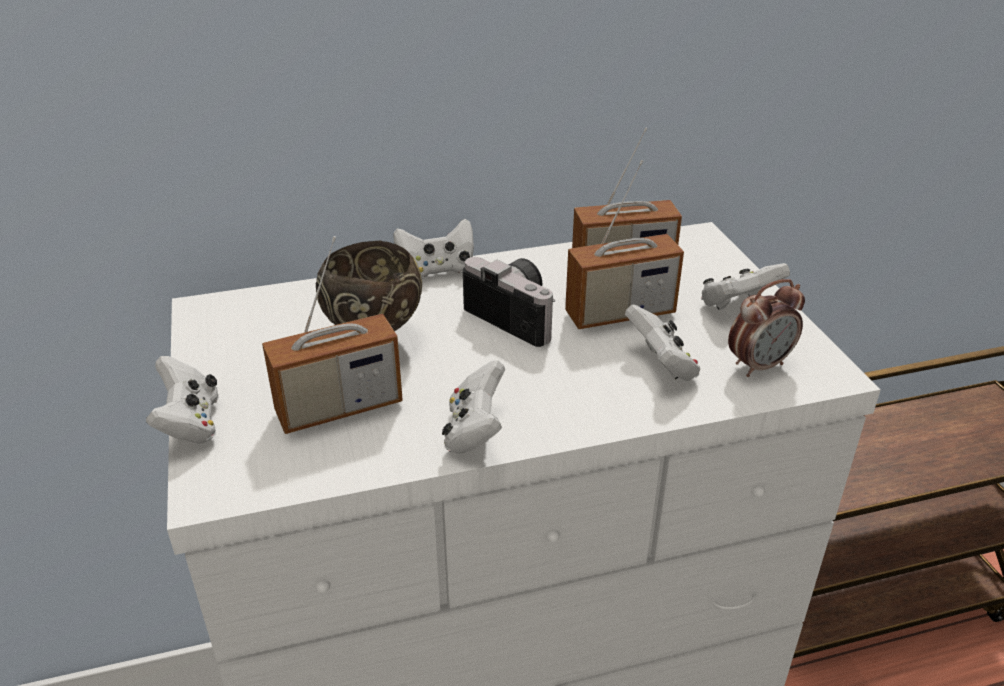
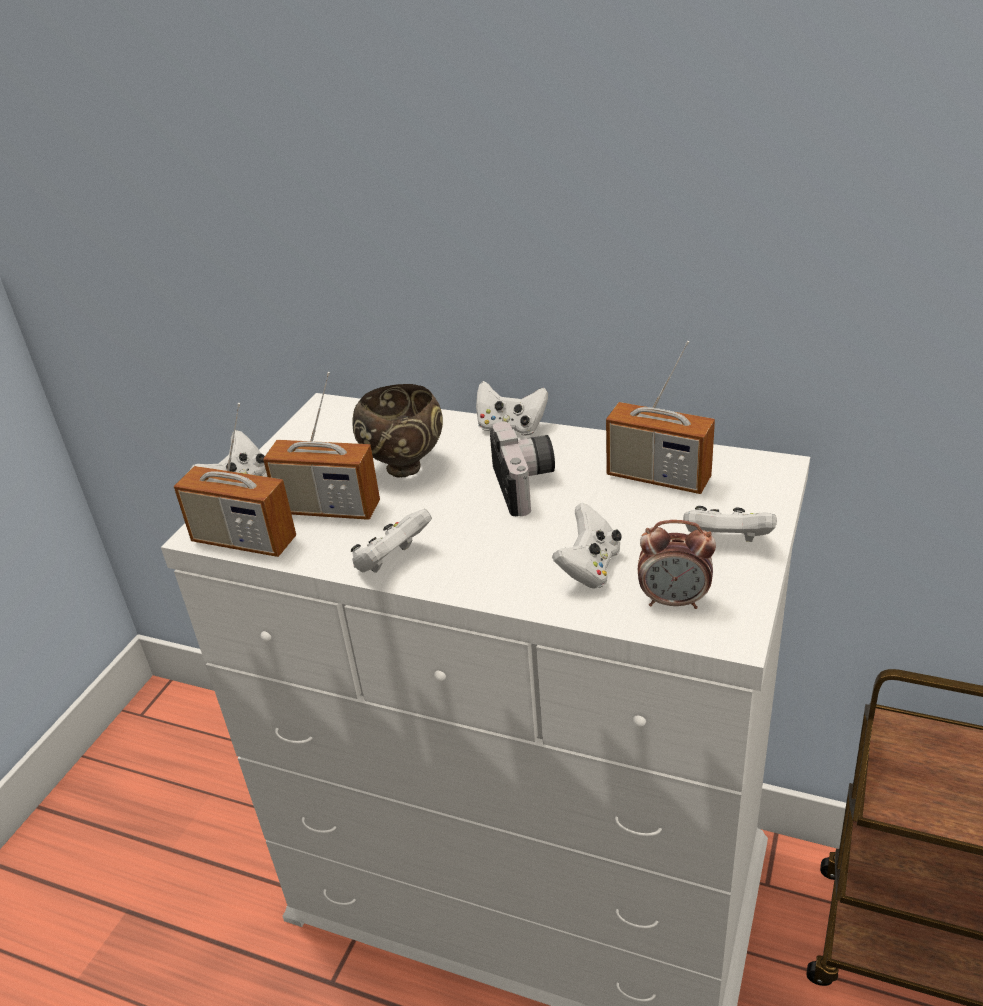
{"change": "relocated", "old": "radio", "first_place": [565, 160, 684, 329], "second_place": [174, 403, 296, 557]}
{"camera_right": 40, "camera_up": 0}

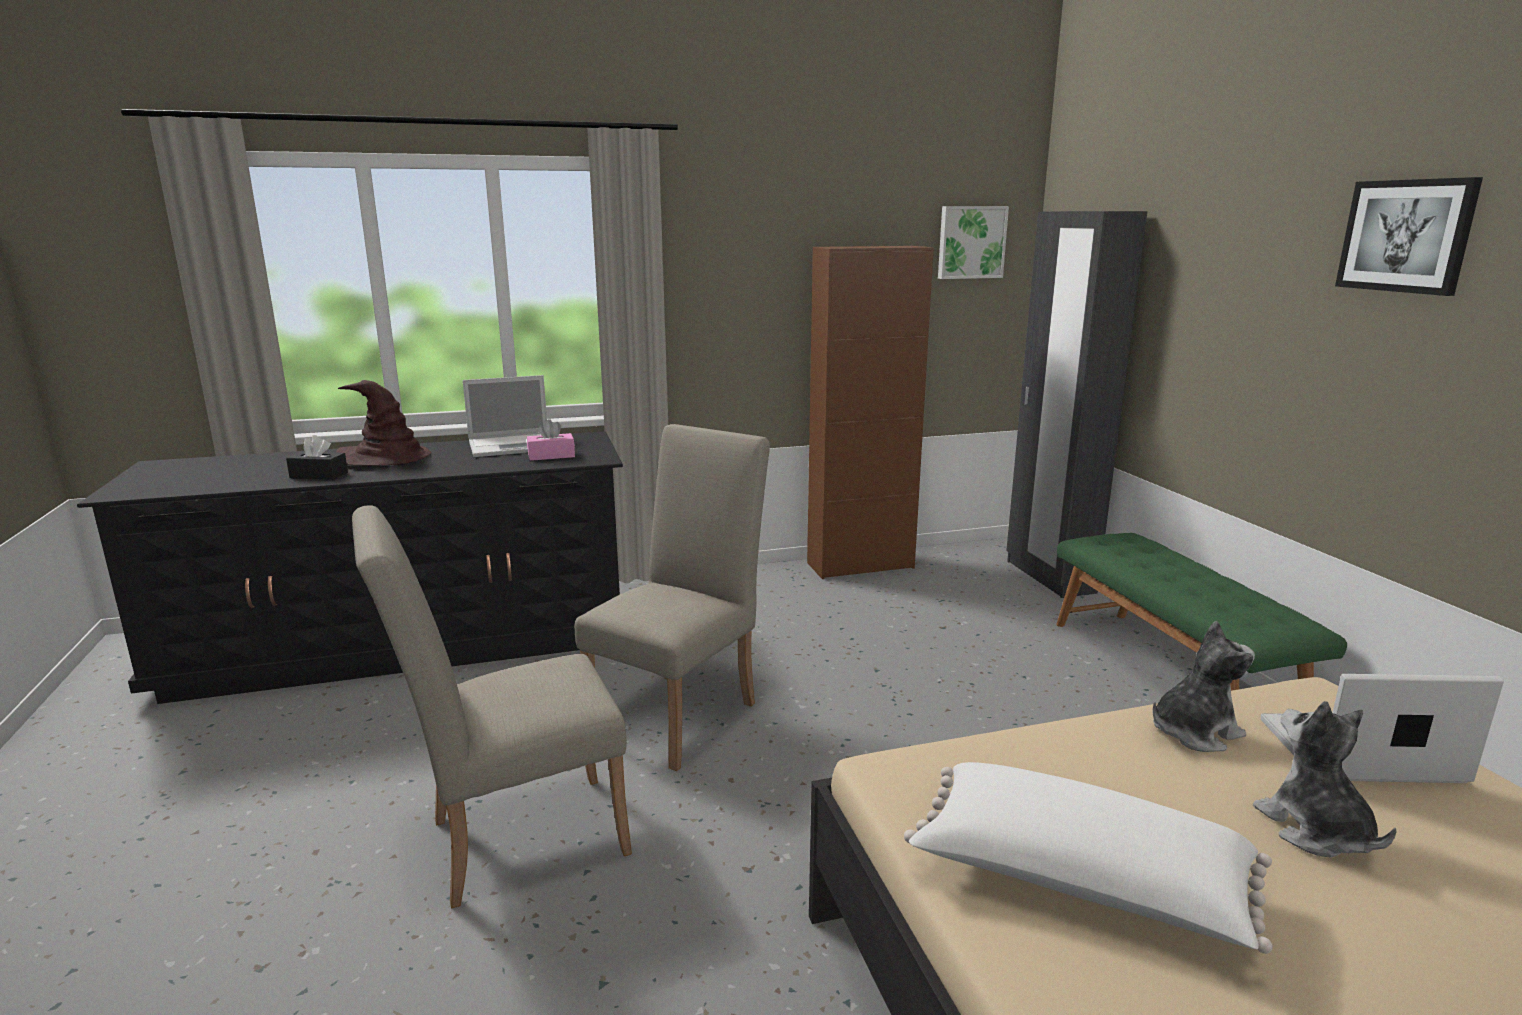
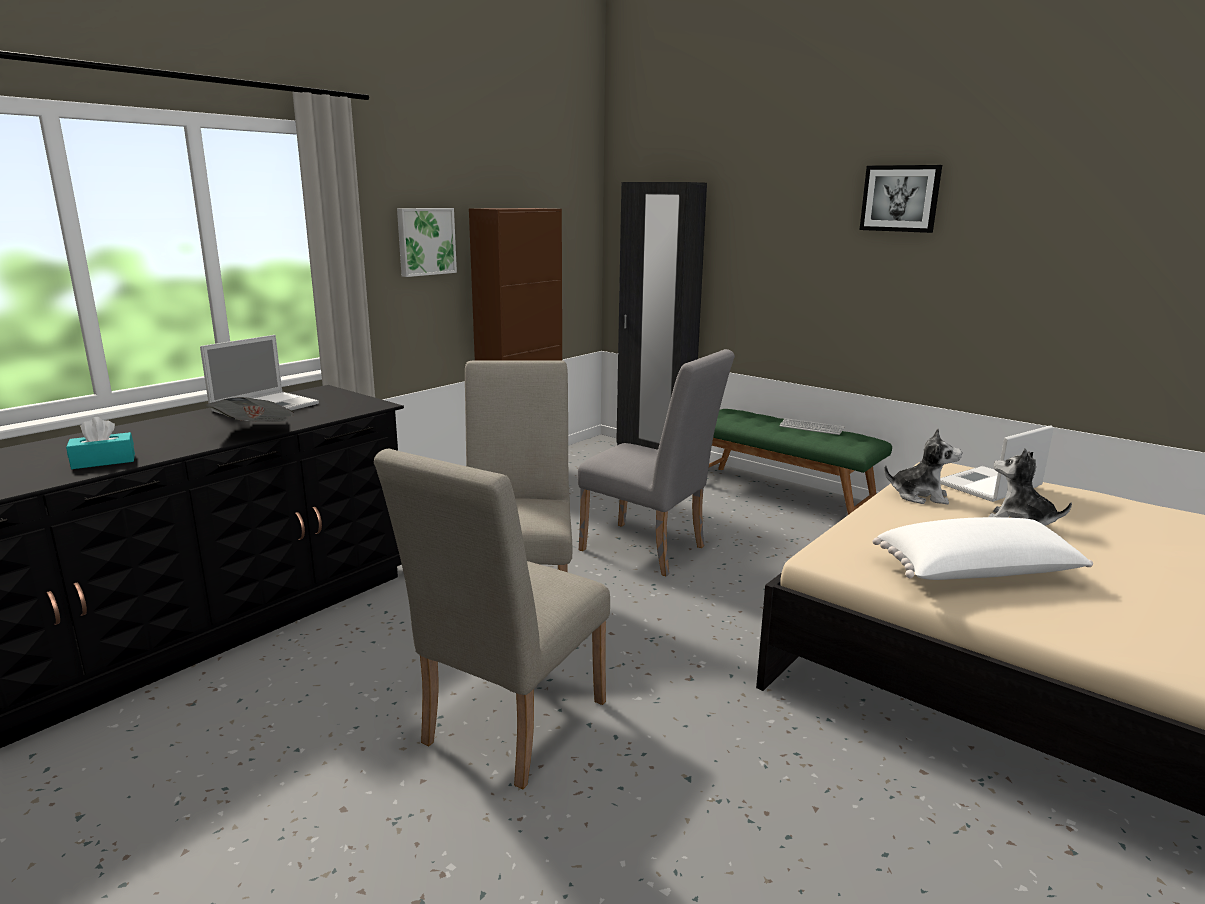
{"change": "colour", "old": "black tissue box", "new": "turquoise tissue box", "first_place": [286, 435, 348, 480], "second_place": [66, 417, 135, 469]}
{"change": "appeared", "new": "newspaper", "second_place": [205, 397, 294, 422]}
{"change": "relocated", "old": "picture", "first_place": [938, 206, 1009, 279], "second_place": [397, 208, 457, 277]}
{"change": "appeared", "new": "grey chair", "second_place": [578, 349, 735, 576]}
{"change": "appeared", "new": "keyboard", "second_place": [779, 418, 844, 435]}
{"change": "spun", "old": "plush toy", "first_place": [1153, 621, 1255, 752], "second_place": [884, 428, 962, 505], "degrees": 75}
{"change": "missing", "old": "brown hat", "first_place": [337, 380, 431, 466]}
{"change": "missing", "old": "pink tissue box", "first_place": [527, 419, 575, 461]}
{"camera_right": -35, "camera_up": 0}

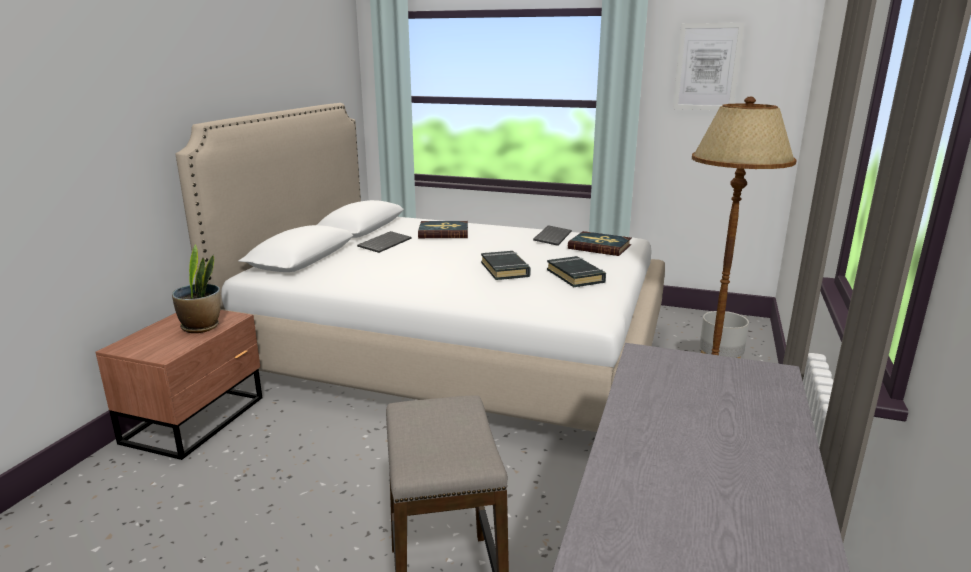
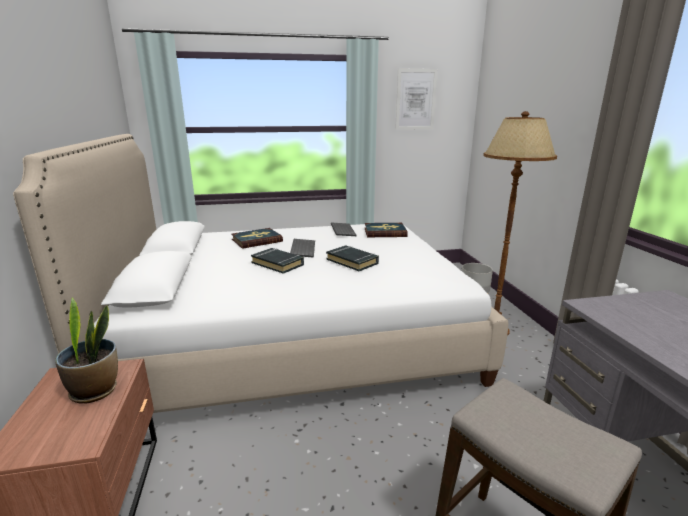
{"change": "relocated", "old": "black book", "first_place": [547, 256, 606, 287], "second_place": [251, 248, 304, 274]}
{"change": "relocated", "old": "keyboard", "first_place": [357, 231, 412, 253], "second_place": [290, 239, 315, 258]}
{"camera_right": -30, "camera_up": 0}

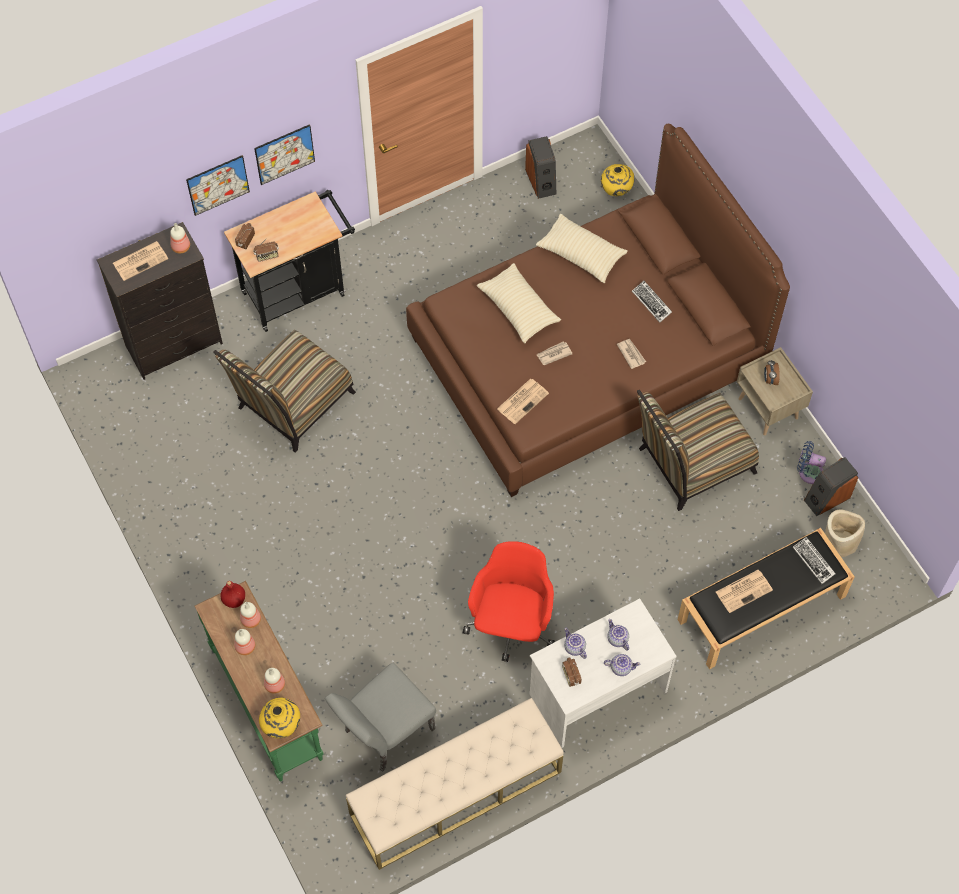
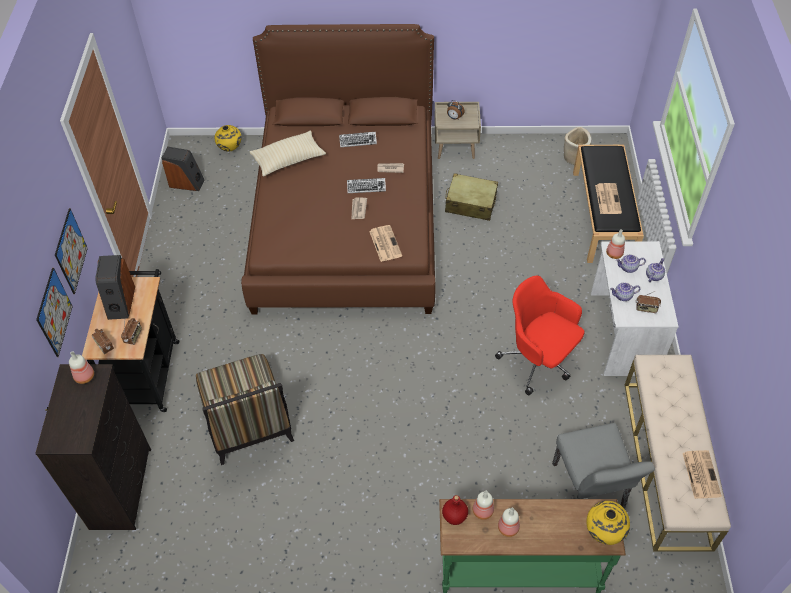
{"change": "relocated", "old": "speaker", "first_place": [804, 457, 858, 516], "second_place": [95, 255, 135, 320]}
{"change": "relocated", "old": "keyboard", "first_place": [793, 537, 836, 584], "second_place": [347, 178, 386, 193]}
{"change": "exchanged", "old": "chair", "new": "beige suitcase", "first_place": [637, 390, 759, 511], "second_place": [445, 173, 498, 221]}
{"change": "relocated", "old": "bottle", "first_place": [264, 668, 285, 694], "second_place": [606, 229, 625, 259]}
{"change": "relocated", "old": "newspaper", "first_place": [113, 241, 168, 281], "second_place": [683, 450, 722, 499]}
{"change": "missing", "old": "beige pillow", "first_place": [477, 263, 561, 343]}
{"change": "missing", "old": "blue fan", "first_place": [797, 441, 826, 484]}
{"camera_right": -60, "camera_up": -10}

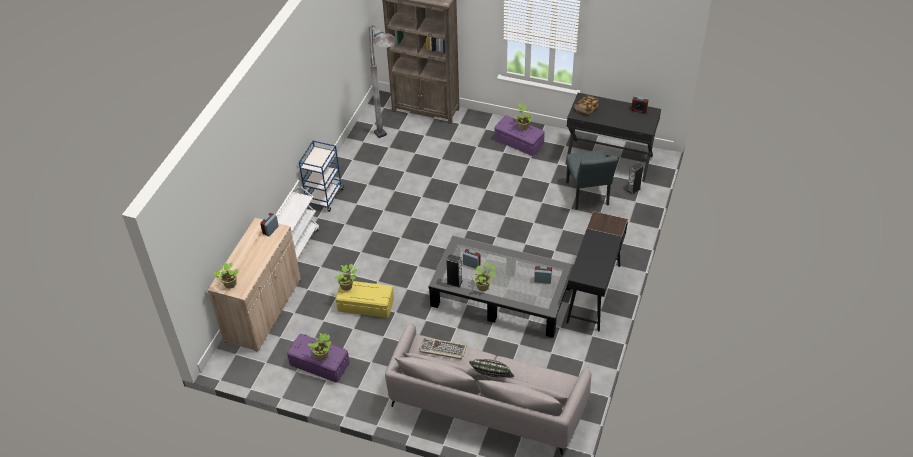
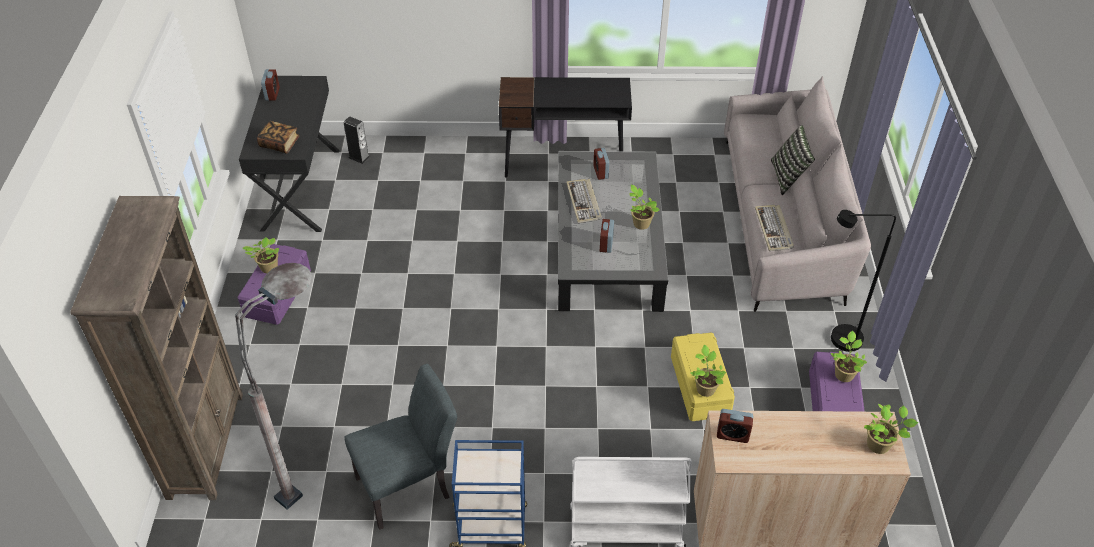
{"change": "relocated", "old": "grey chair", "first_place": [566, 150, 618, 209], "second_place": [344, 364, 457, 530]}
{"change": "appeared", "new": "keyboard", "second_place": [566, 179, 602, 223]}
{"change": "appeared", "new": "black floor lamp", "second_place": [831, 210, 896, 352]}
{"change": "missing", "old": "speaker", "first_place": [446, 254, 463, 288]}
{"camera_right": -110, "camera_up": 0}

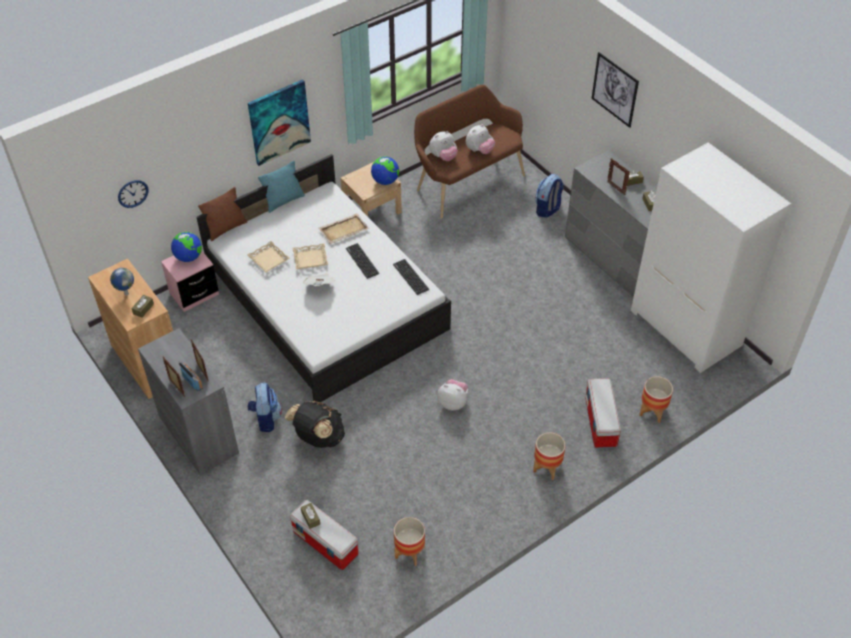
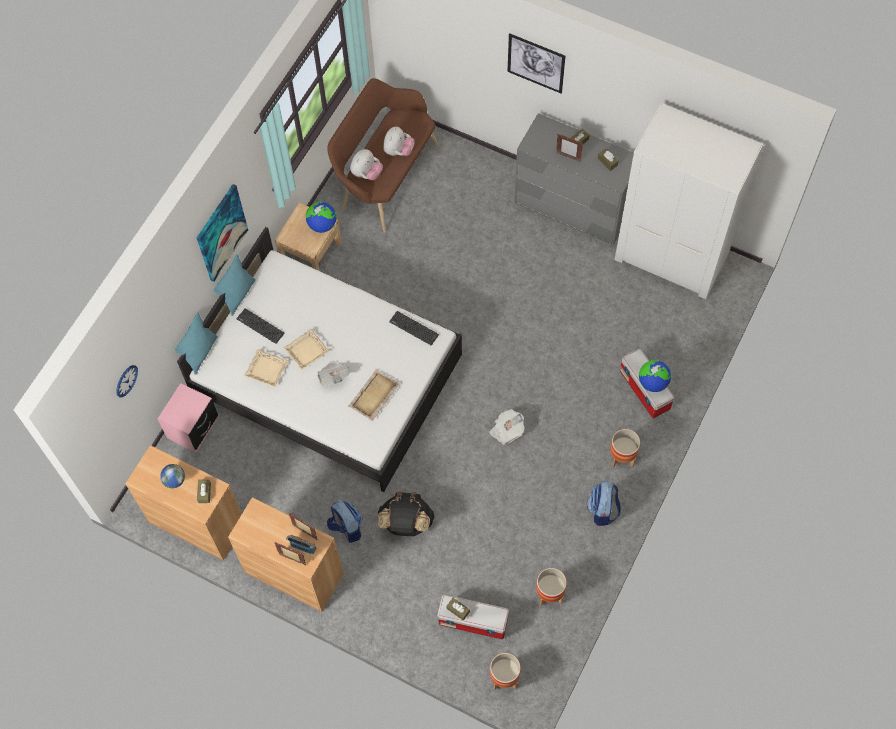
{"change": "colour", "old": "brown pillow", "new": "turquoise pillow", "first_place": [198, 187, 247, 241], "second_place": [175, 312, 218, 375]}
{"change": "colour", "old": "grey cabinet", "new": "brown cabinet", "first_place": [138, 328, 239, 475], "second_place": [228, 497, 344, 612]}
{"change": "relocated", "old": "keyboard", "first_place": [346, 243, 379, 279], "second_place": [236, 308, 285, 344]}
{"change": "relocated", "old": "beige tray", "first_place": [318, 213, 369, 244], "second_place": [348, 369, 400, 421]}
{"change": "exchanged", "old": "plush toy", "new": "newspaper", "first_place": [437, 379, 468, 411], "second_place": [490, 409, 525, 445]}
{"change": "relocated", "old": "planter", "first_place": [639, 376, 673, 423], "second_place": [490, 653, 521, 690]}
{"change": "relocated", "old": "backpack", "first_place": [535, 174, 564, 218], "second_place": [587, 481, 620, 526]}
{"change": "relocated", "old": "globe", "first_place": [171, 232, 202, 262], "second_place": [639, 360, 671, 392]}
{"camera_right": -25, "camera_up": 15}

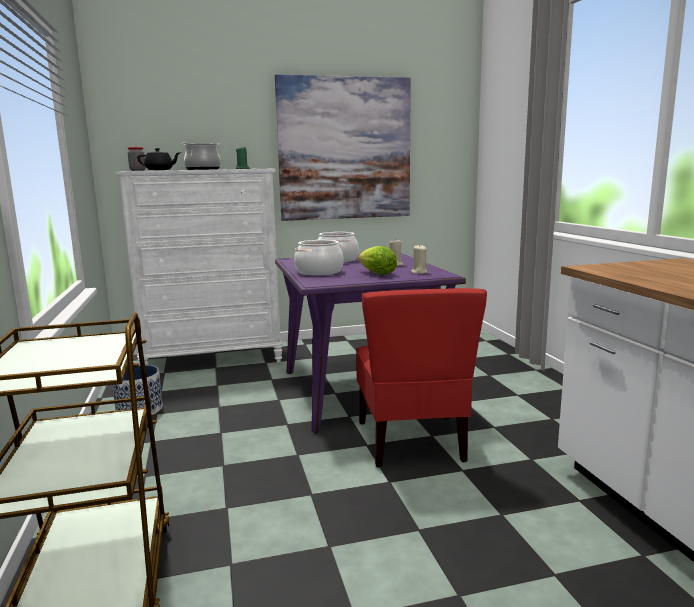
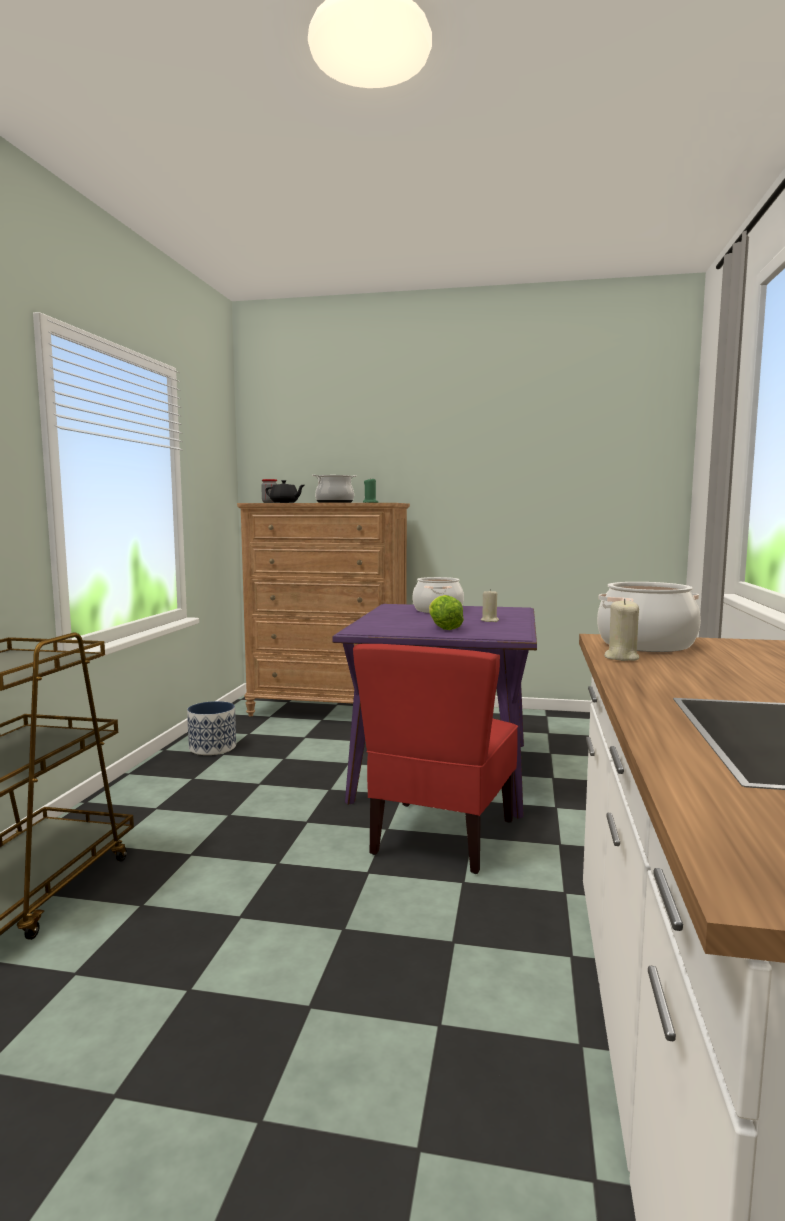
{"change": "colour", "old": "white dresser", "new": "brown dresser", "first_place": [115, 169, 283, 365], "second_place": [237, 503, 410, 716]}
{"change": "relocated", "old": "cooking pot", "first_place": [294, 240, 344, 276], "second_place": [597, 582, 701, 652]}
{"change": "relocated", "old": "beige candle", "first_place": [411, 244, 428, 274], "second_place": [604, 599, 639, 661]}
{"change": "missing", "old": "picture", "first_place": [275, 74, 411, 221]}
{"camera_right": 25, "camera_up": -5}

